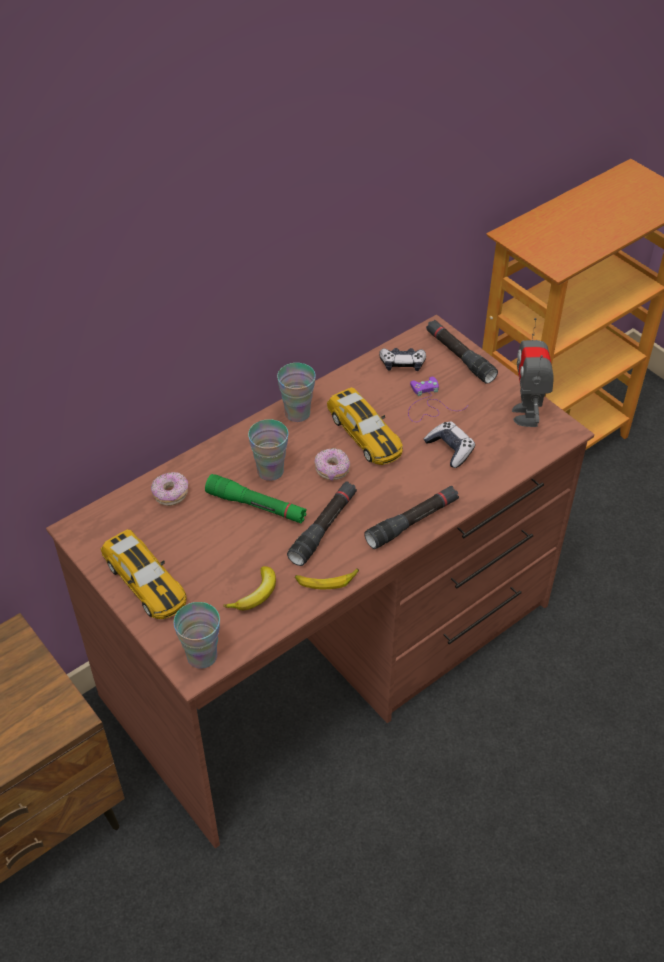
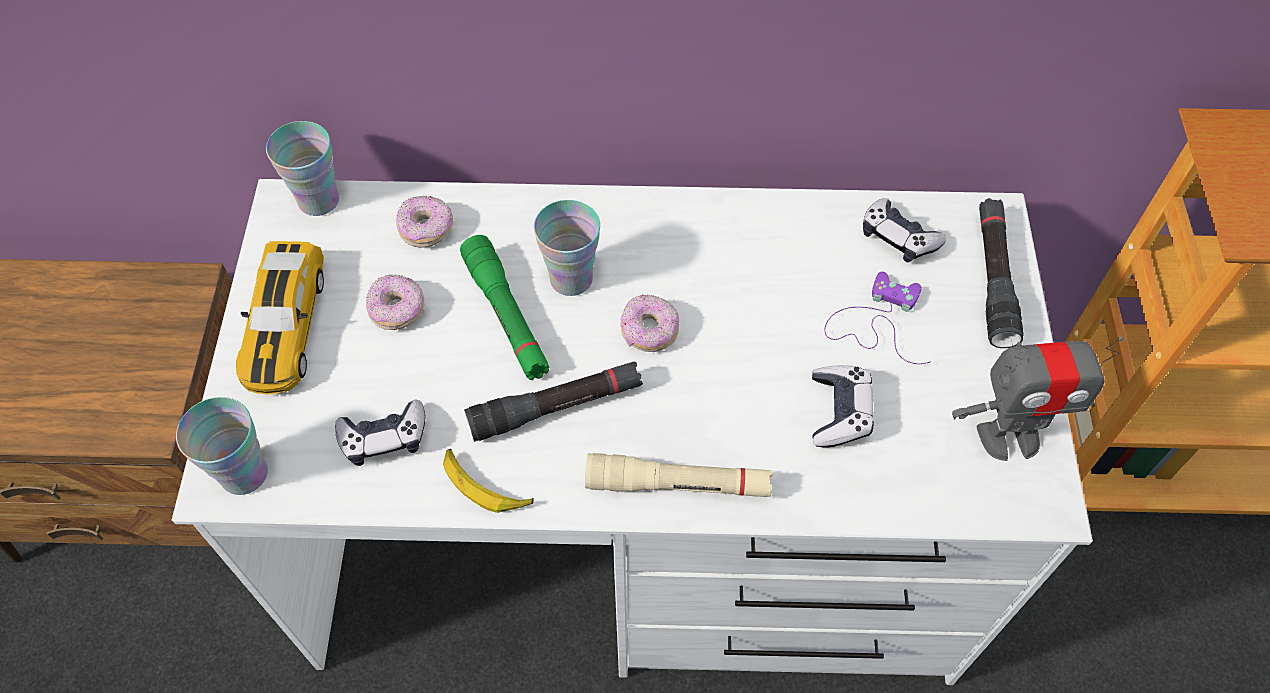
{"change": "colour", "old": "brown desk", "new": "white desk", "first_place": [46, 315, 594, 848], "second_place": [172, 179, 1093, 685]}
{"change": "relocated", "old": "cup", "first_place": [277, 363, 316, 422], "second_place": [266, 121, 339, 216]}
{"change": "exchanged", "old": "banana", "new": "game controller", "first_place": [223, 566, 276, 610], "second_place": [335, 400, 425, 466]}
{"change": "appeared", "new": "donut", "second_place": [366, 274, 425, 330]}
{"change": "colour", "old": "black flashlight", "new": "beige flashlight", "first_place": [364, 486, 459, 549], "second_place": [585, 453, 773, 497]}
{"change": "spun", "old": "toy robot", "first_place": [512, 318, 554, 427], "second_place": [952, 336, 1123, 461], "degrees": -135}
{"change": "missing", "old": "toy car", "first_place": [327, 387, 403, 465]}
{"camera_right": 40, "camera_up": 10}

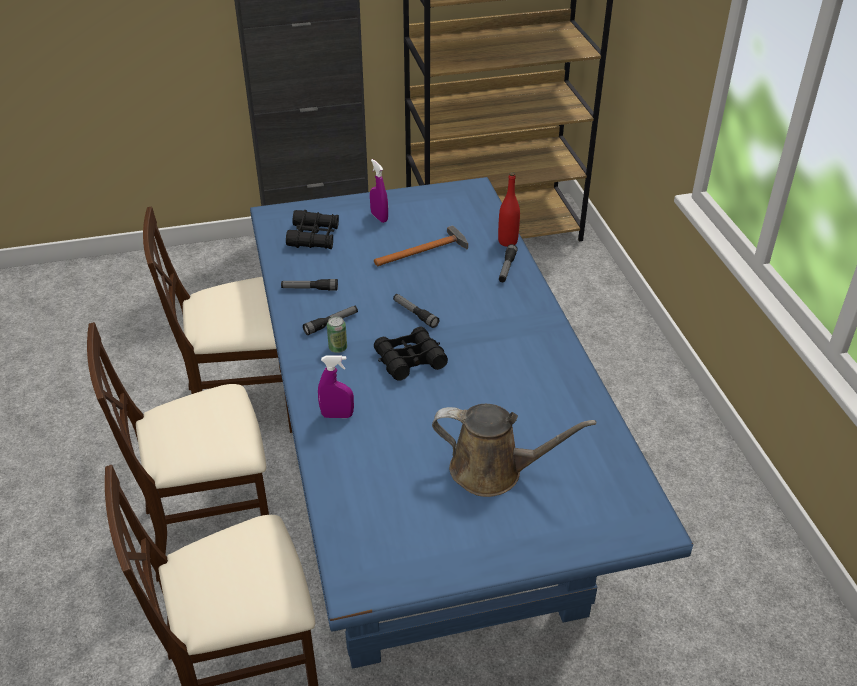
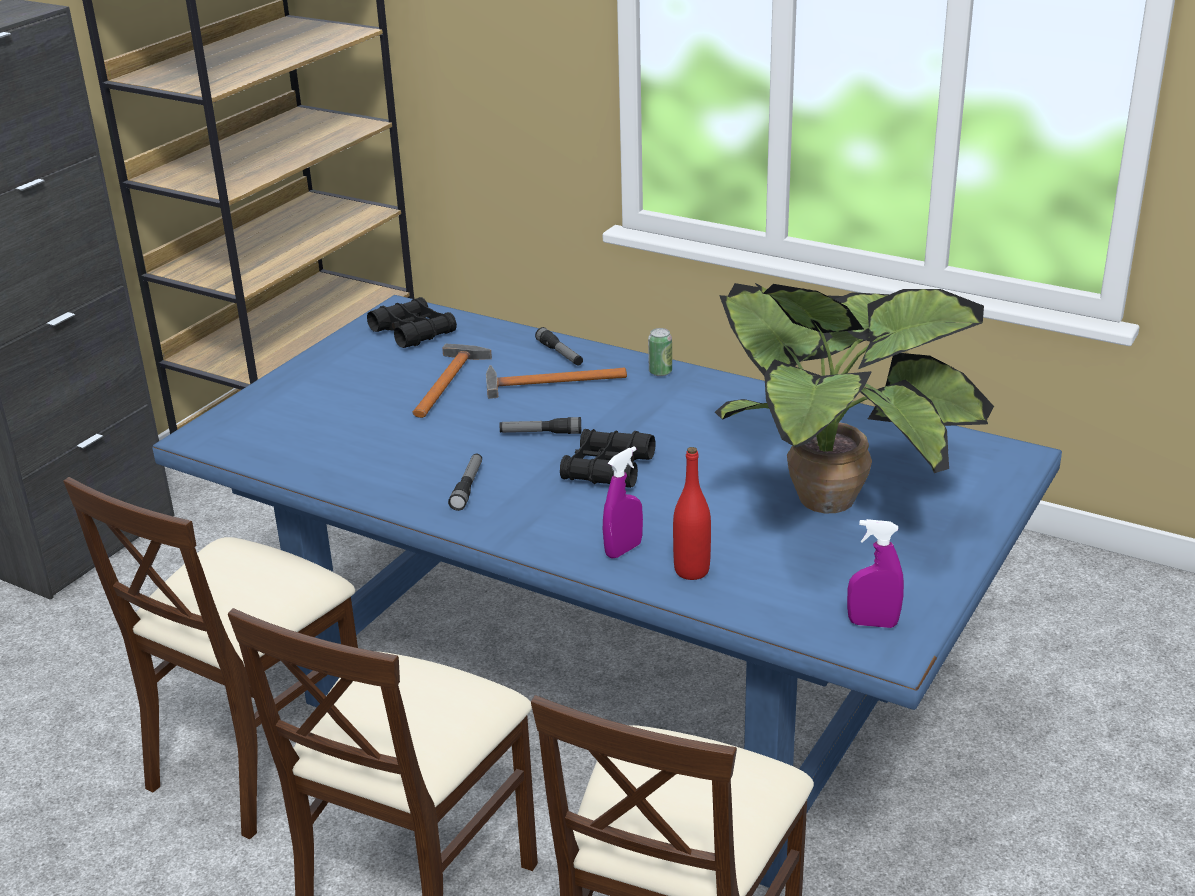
{"change": "relocated", "old": "black binoculars", "first_place": [286, 210, 339, 249], "second_place": [367, 297, 457, 348]}
{"change": "appeared", "new": "hammer", "second_place": [486, 365, 627, 399]}
{"change": "relocated", "old": "can", "first_place": [327, 316, 347, 353], "second_place": [648, 328, 672, 376]}
{"change": "relocated", "old": "red bottle", "first_place": [498, 172, 520, 247], "second_place": [673, 447, 711, 580]}
{"change": "exchanged", "old": "brown watering can", "new": "potted plant", "first_place": [432, 404, 596, 497], "second_place": [715, 283, 994, 513]}
{"change": "relocated", "old": "purple spray bottle", "first_place": [370, 159, 388, 223], "second_place": [847, 519, 904, 628]}
{"change": "missing", "old": "flashlight", "first_place": [281, 279, 338, 290]}
{"camera_right": -45, "camera_up": -10}

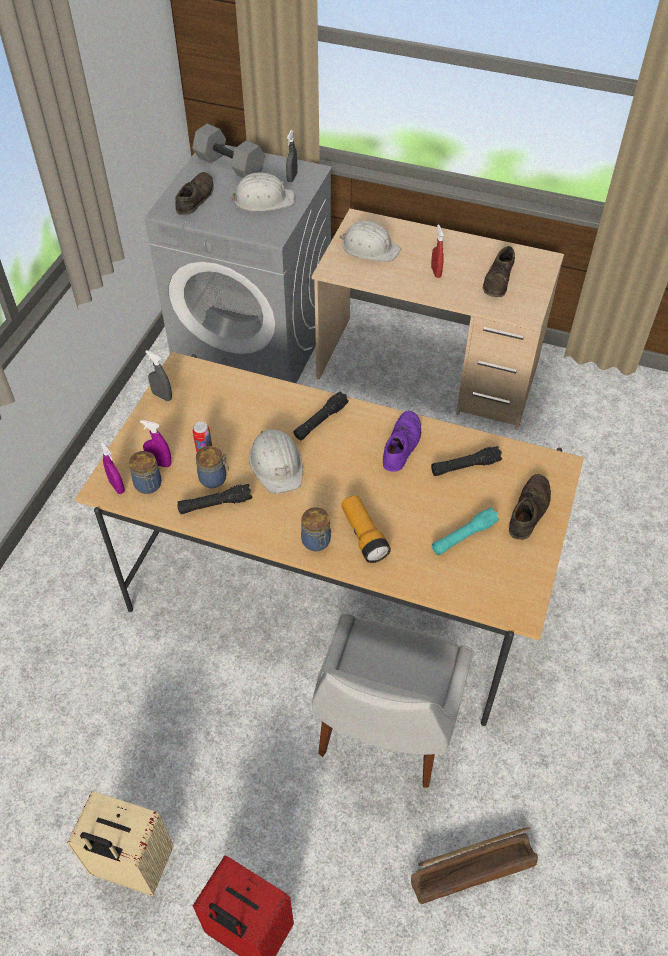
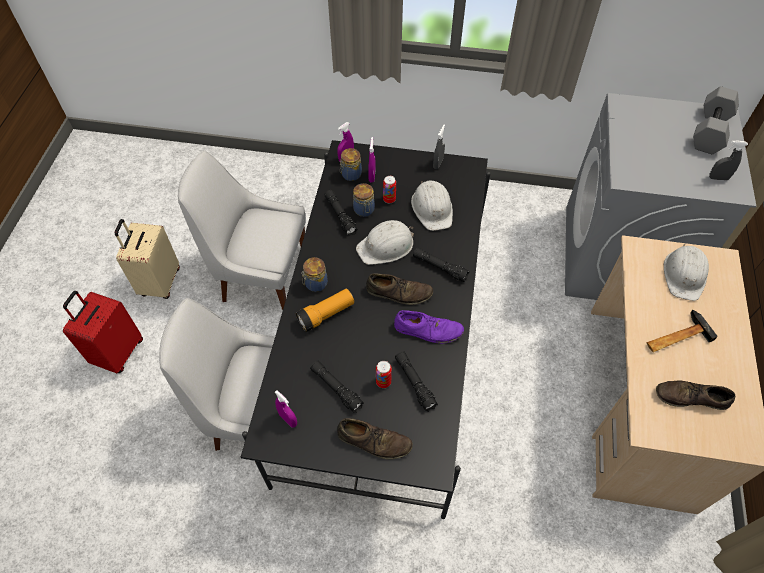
{"change": "appeared", "new": "white chair", "second_place": [178, 151, 306, 310]}
{"change": "colour", "old": "beige dining table", "new": "black dining table", "first_place": [75, 352, 584, 726], "second_place": [241, 140, 490, 519]}
{"change": "appeared", "new": "purple spray bottle", "second_place": [275, 390, 297, 428]}
{"change": "colour", "old": "turquoise flashlight", "new": "black flashlight", "first_place": [432, 508, 499, 555], "second_place": [310, 361, 364, 413]}
{"change": "relocated", "old": "brown shoe", "first_place": [175, 172, 214, 215], "second_place": [366, 273, 433, 305]}
{"change": "appeared", "new": "can", "second_place": [376, 361, 392, 388]}
{"change": "relocated", "old": "white hard hat", "first_place": [230, 172, 295, 212], "second_place": [411, 180, 453, 231]}
{"change": "exchanged", "old": "red spray bottle", "new": "hammer", "first_place": [431, 225, 444, 278], "second_place": [646, 310, 718, 352]}
{"change": "missing", "old": "crate", "first_place": [411, 827, 538, 904]}
{"camera_right": 80, "camera_up": 5}

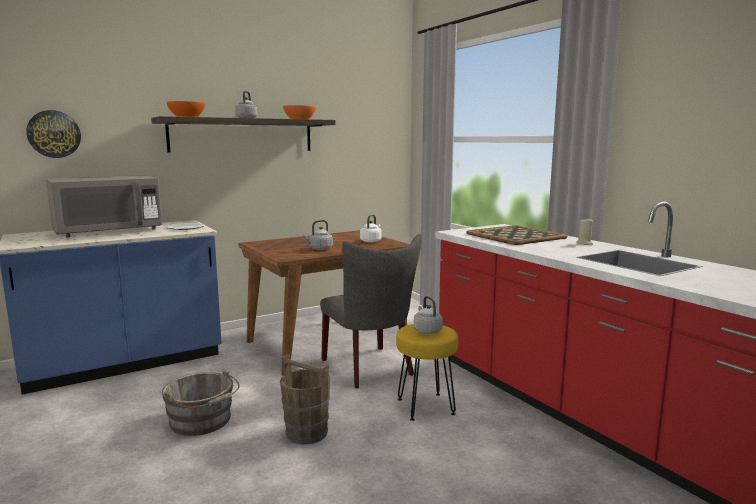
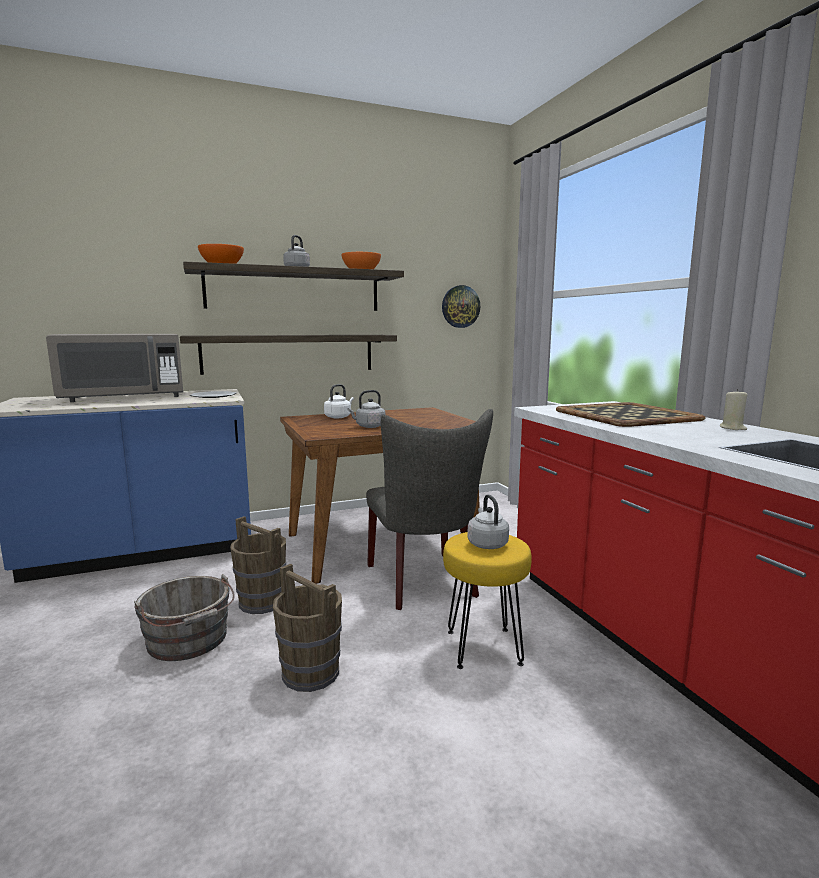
{"change": "appeared", "new": "shelf", "second_place": [180, 335, 397, 375]}
{"change": "appeared", "new": "brown bucket", "second_place": [230, 516, 286, 614]}
{"change": "relocated", "old": "white kettle", "first_place": [360, 215, 382, 243], "second_place": [324, 384, 354, 418]}
{"change": "relocated", "old": "wall clock", "first_place": [26, 110, 81, 158], "second_place": [442, 285, 480, 328]}
{"camera_right": 10, "camera_up": 0}

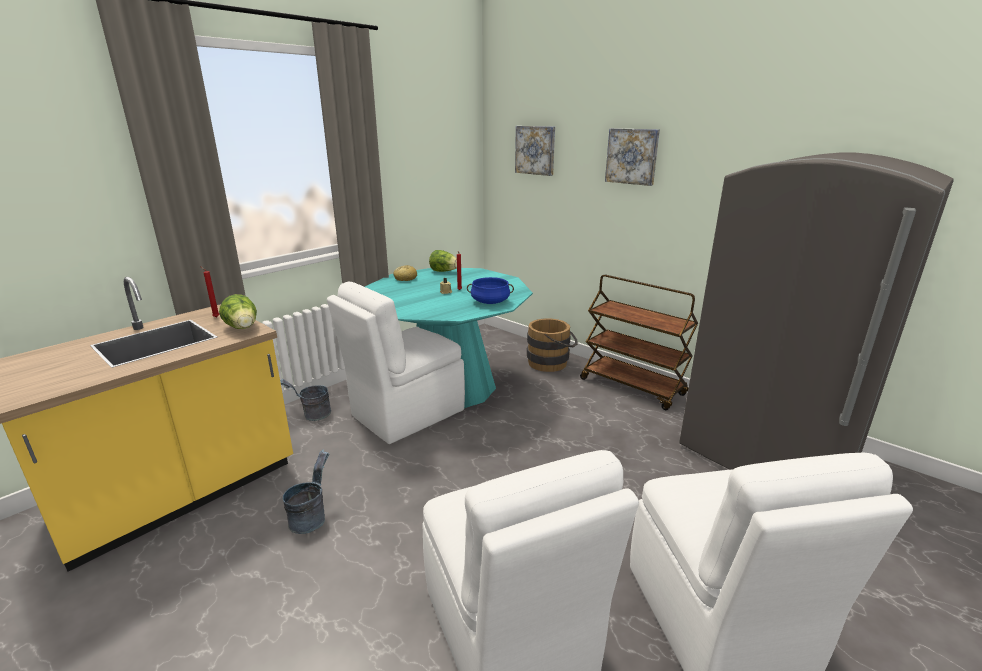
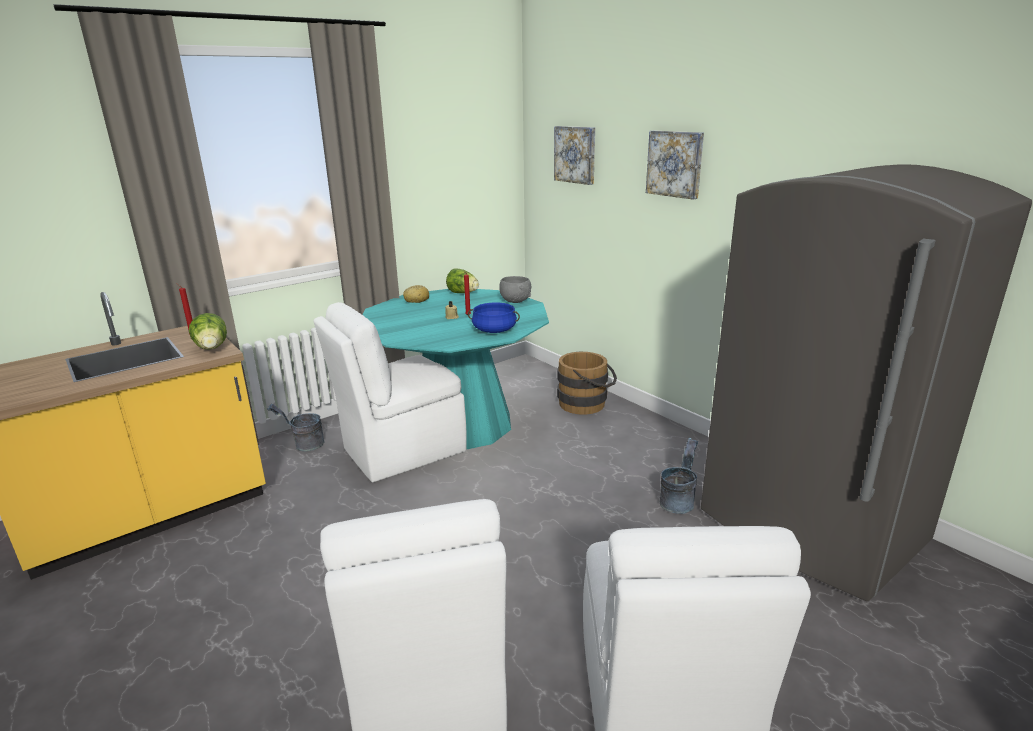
{"change": "appeared", "new": "grey bowl", "second_place": [499, 276, 531, 303]}
{"change": "relocated", "old": "grey bucket", "first_place": [283, 450, 329, 534], "second_place": [660, 438, 698, 514]}
{"change": "missing", "old": "brown cart", "first_place": [580, 275, 698, 410]}
{"camera_right": 10, "camera_up": 0}

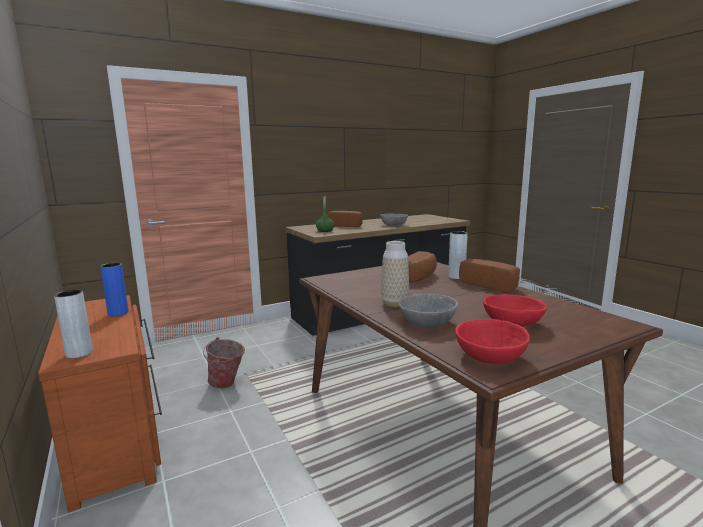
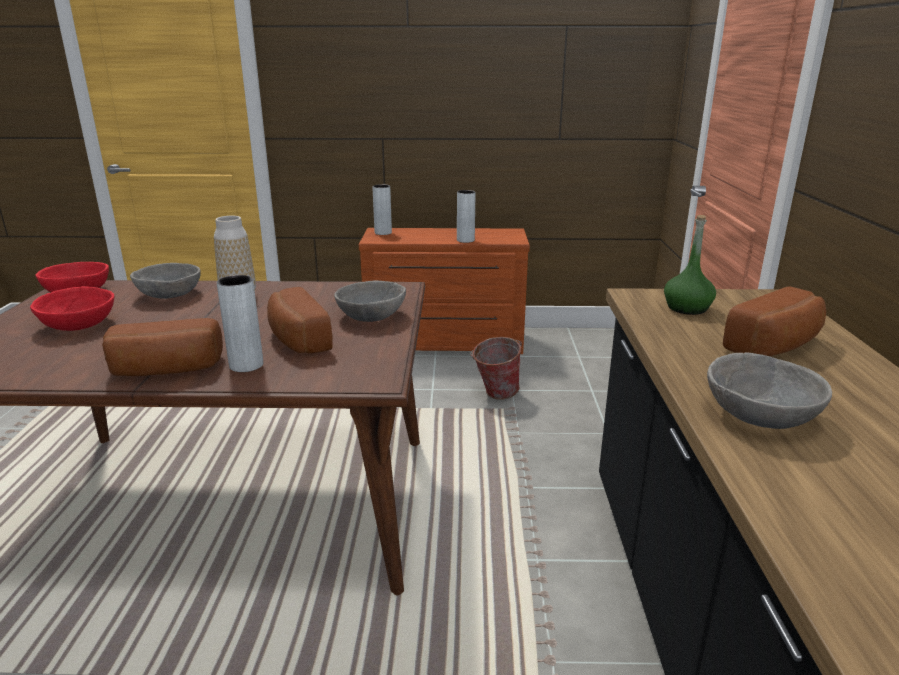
{"change": "appeared", "new": "grey bowl", "second_place": [334, 281, 406, 322]}
{"change": "colour", "old": "blue vase", "new": "grey vase", "first_place": [100, 263, 129, 316], "second_place": [457, 190, 475, 243]}
{"camera_right": 120, "camera_up": 10}

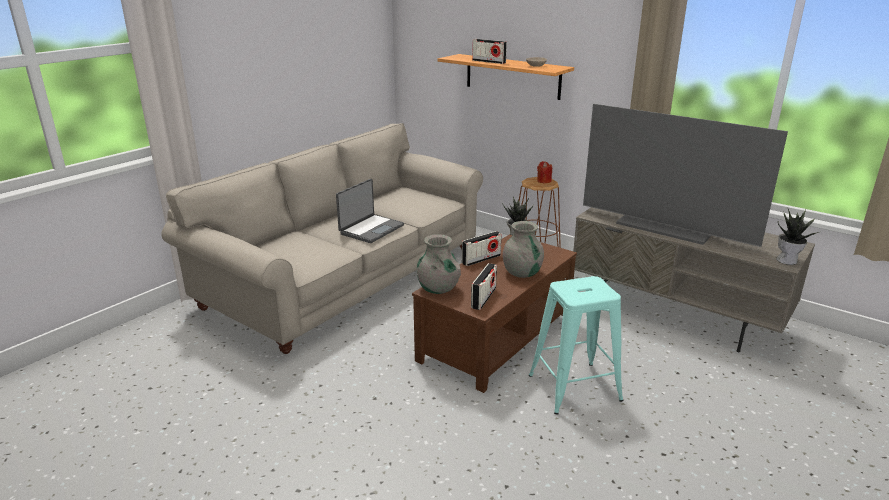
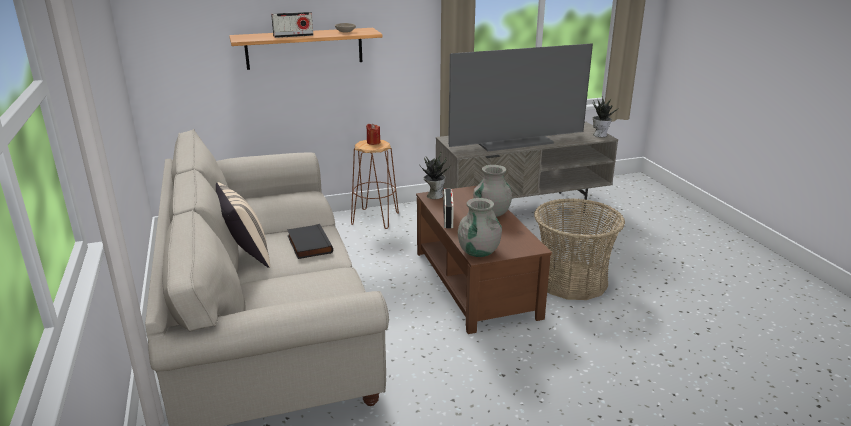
{"change": "appeared", "new": "beige pillow", "second_place": [216, 182, 270, 268]}
{"change": "exchanged", "old": "laptop", "new": "black book", "first_place": [336, 179, 404, 243], "second_place": [287, 224, 333, 259]}
{"change": "exchanged", "old": "turquoise stool", "new": "basket", "first_place": [529, 276, 623, 414], "second_place": [534, 198, 625, 300]}
{"change": "missing", "old": "radio", "first_place": [471, 263, 497, 310]}
{"camera_right": -55, "camera_up": 0}

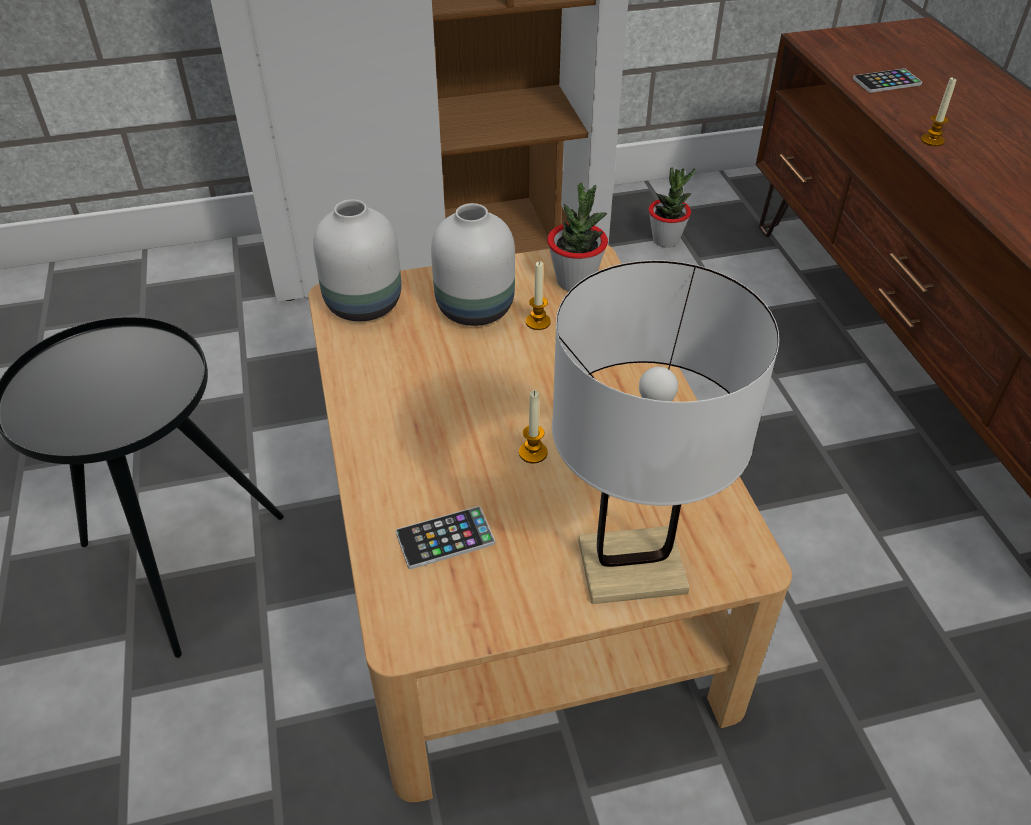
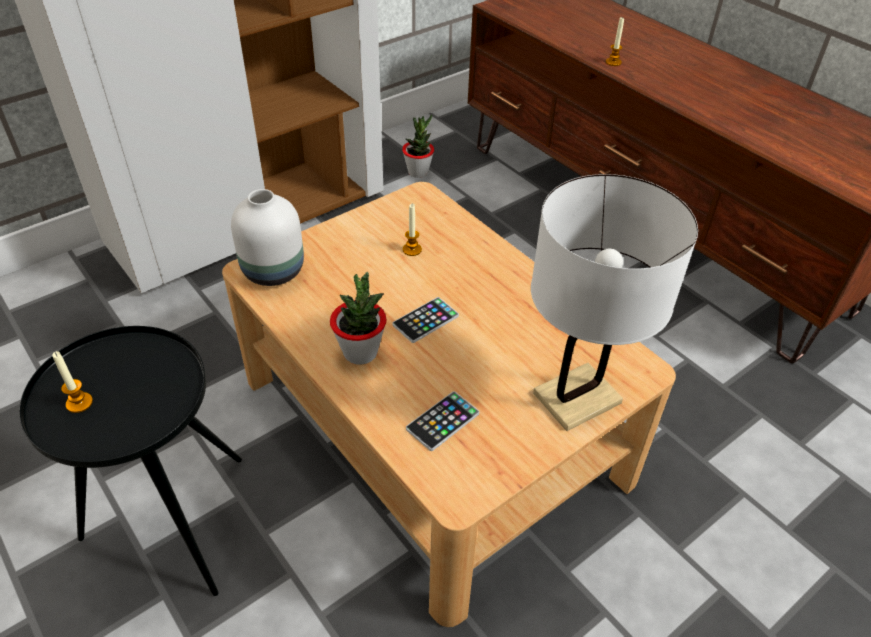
{"change": "relocated", "old": "candle", "first_place": [519, 390, 548, 464], "second_place": [52, 351, 93, 413]}
{"change": "relocated", "old": "potted plant", "first_place": [547, 183, 608, 291], "second_place": [330, 272, 386, 365]}
{"change": "relocated", "old": "phone", "first_place": [853, 68, 922, 93], "second_place": [393, 297, 459, 343]}
{"change": "missing", "old": "white vase", "first_place": [431, 203, 515, 326]}
{"camera_right": -25, "camera_up": 0}

